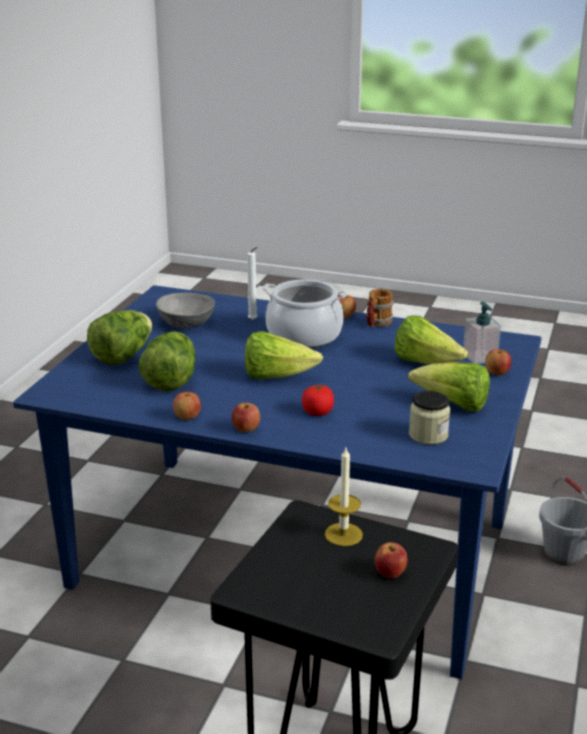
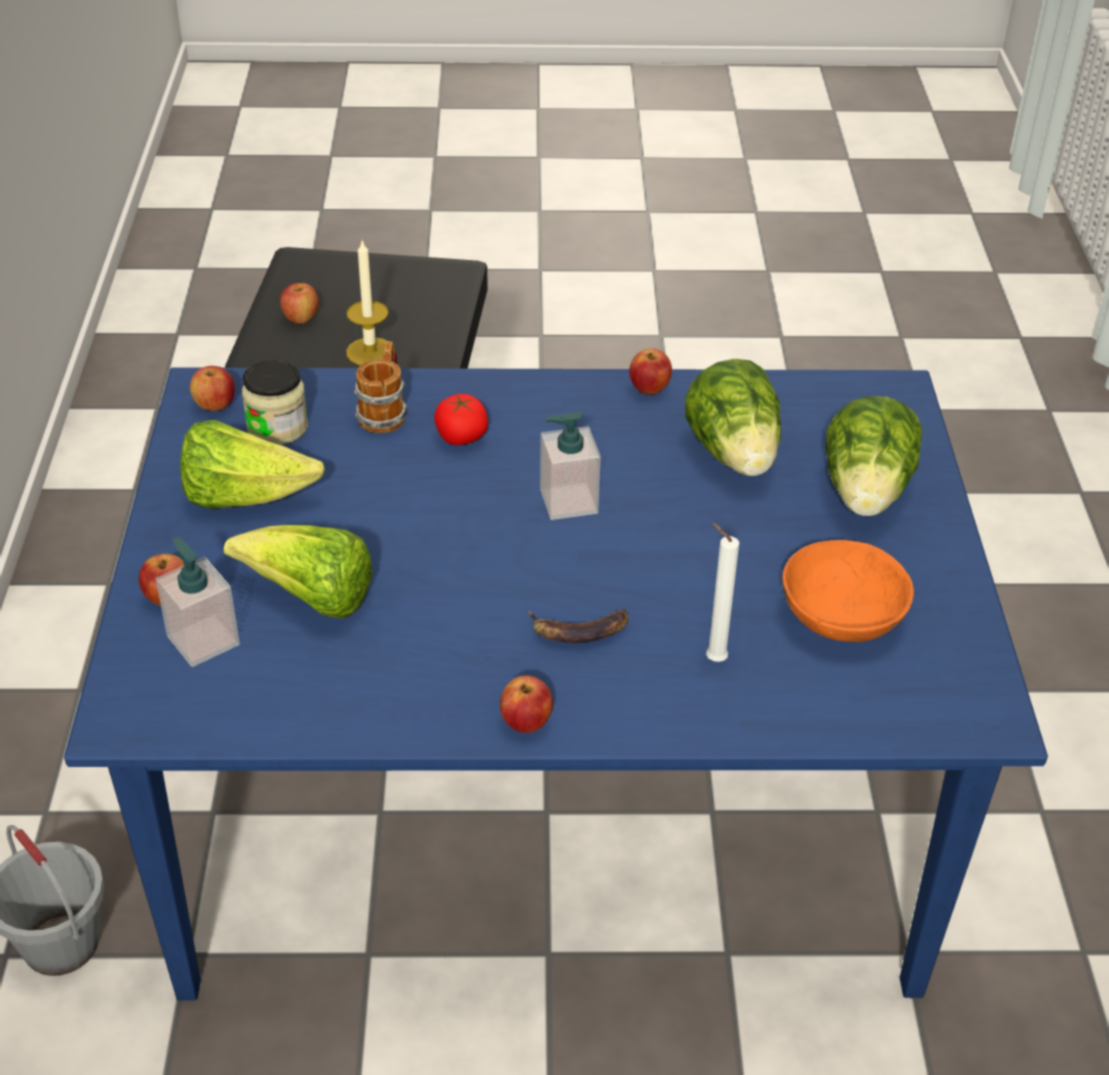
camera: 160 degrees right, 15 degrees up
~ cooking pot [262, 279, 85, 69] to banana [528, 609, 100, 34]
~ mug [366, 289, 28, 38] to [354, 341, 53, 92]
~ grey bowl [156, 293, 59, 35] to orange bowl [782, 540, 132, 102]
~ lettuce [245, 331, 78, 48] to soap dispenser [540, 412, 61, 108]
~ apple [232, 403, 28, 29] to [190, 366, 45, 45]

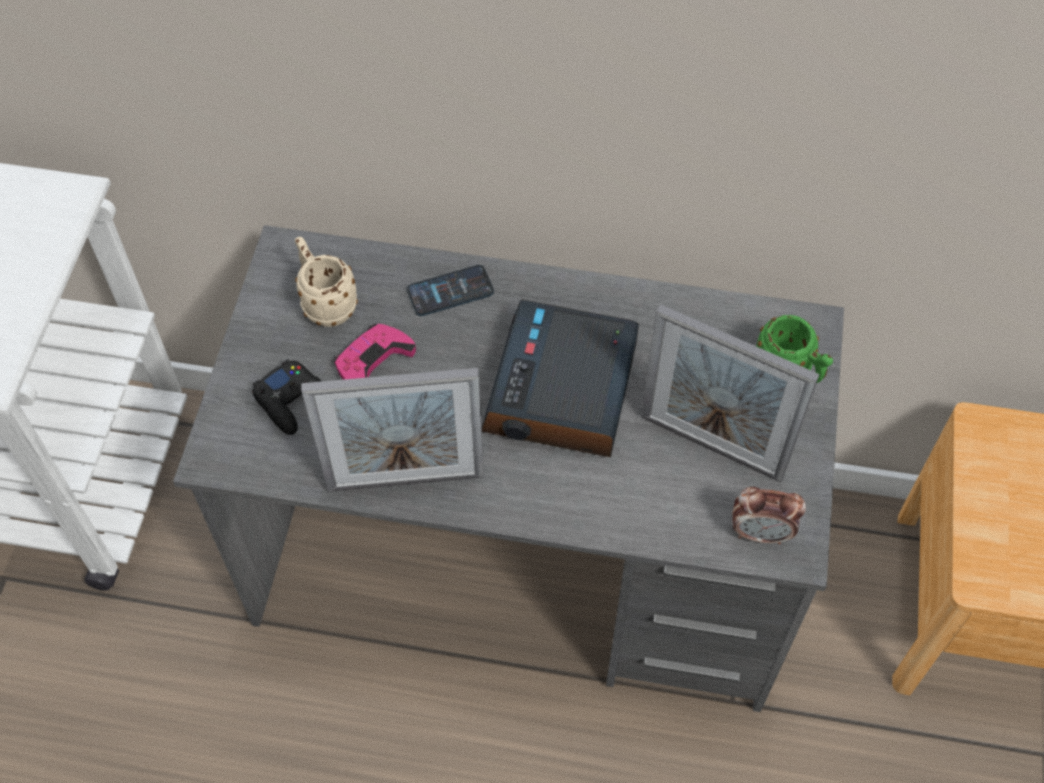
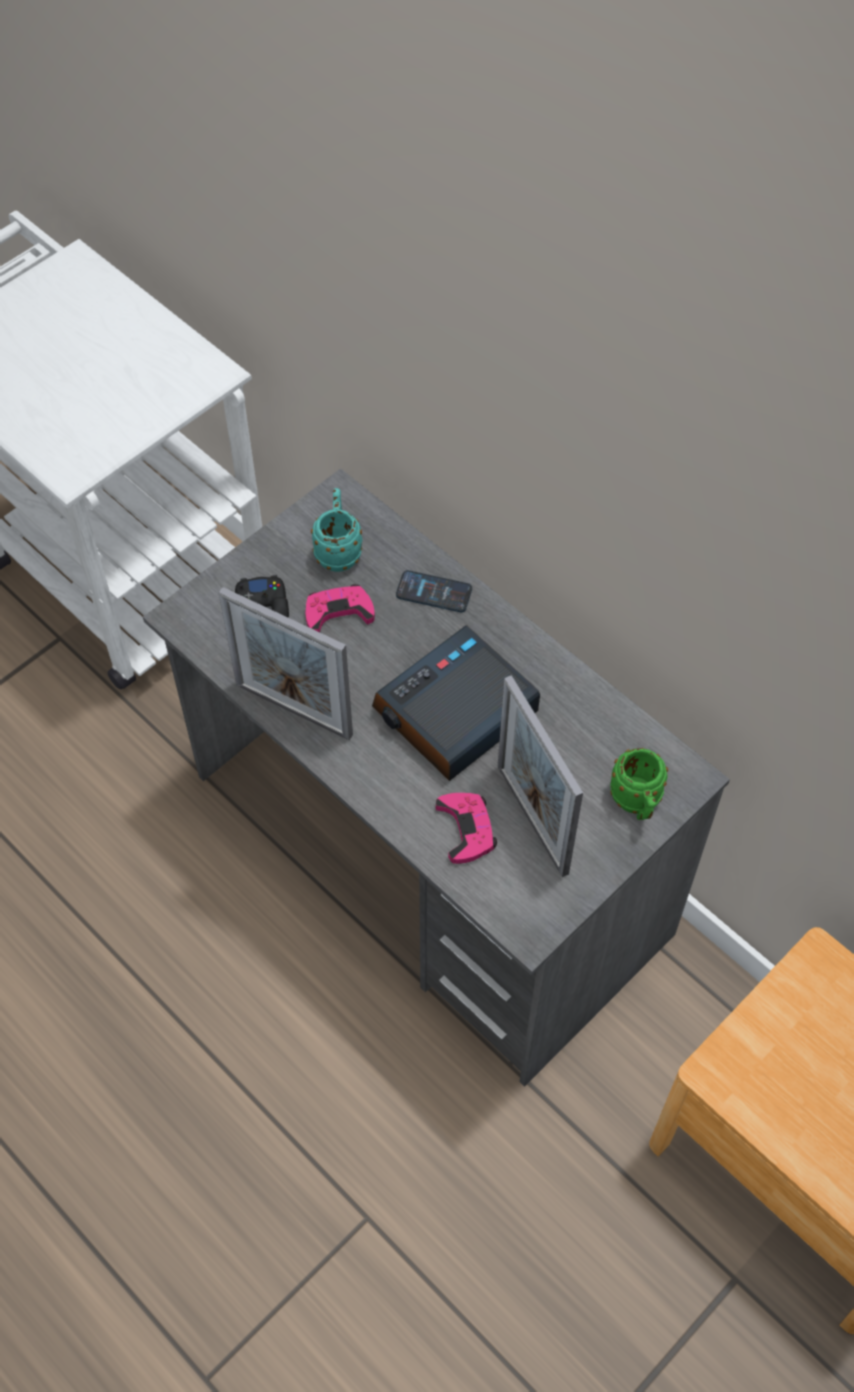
camera: 35 degrees right, 0 degrees up
~ beige mug [295, 237, 63, 90] to turquoise mug [311, 488, 52, 84]
- alarm clock [732, 487, 74, 57]
+ pink game controller [436, 793, 61, 71]

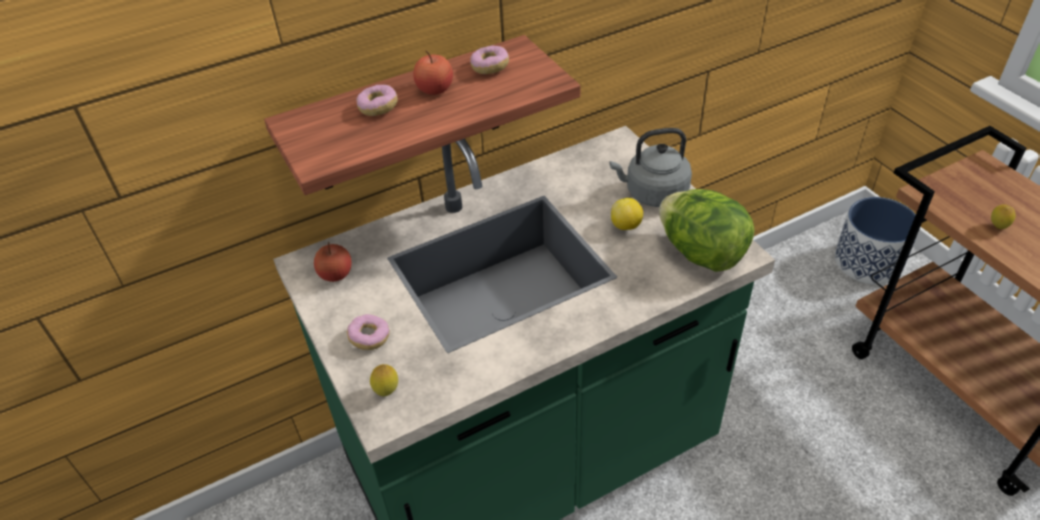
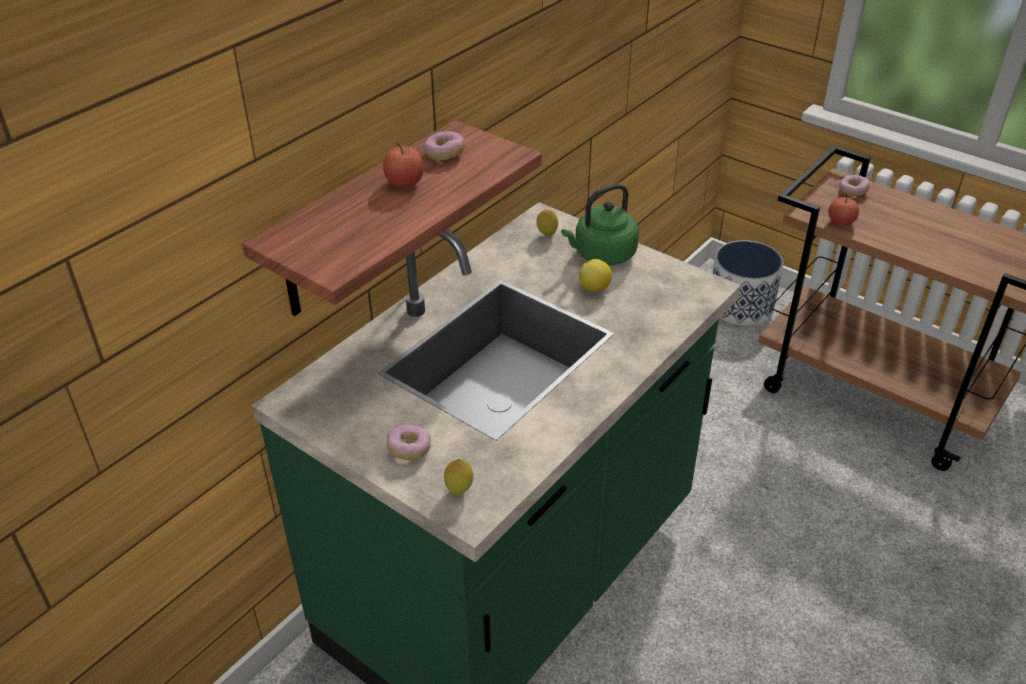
camera: 25 degrees left, 5 degrees down
~ donut [357, 85, 41, 31] to [839, 175, 31, 21]
~ grey kettle [609, 128, 83, 79] to green kettle [561, 184, 78, 82]
- lettuce [659, 189, 96, 83]
~ lemon [991, 204, 25, 25] to [536, 210, 22, 26]
~ apple [314, 242, 38, 40] to [828, 193, 31, 33]

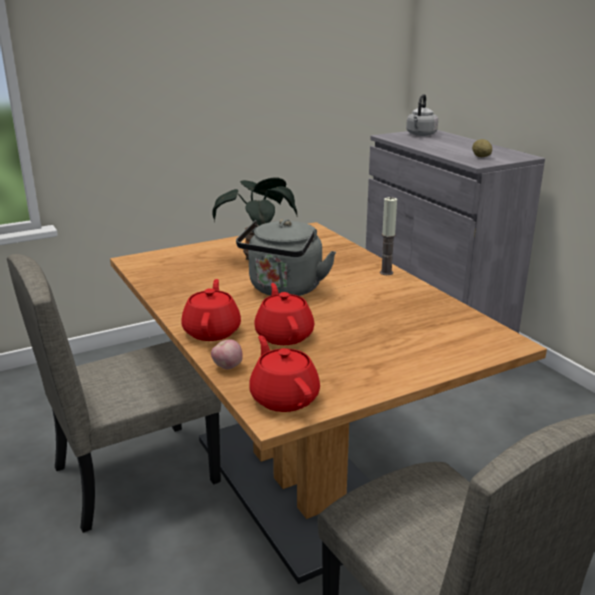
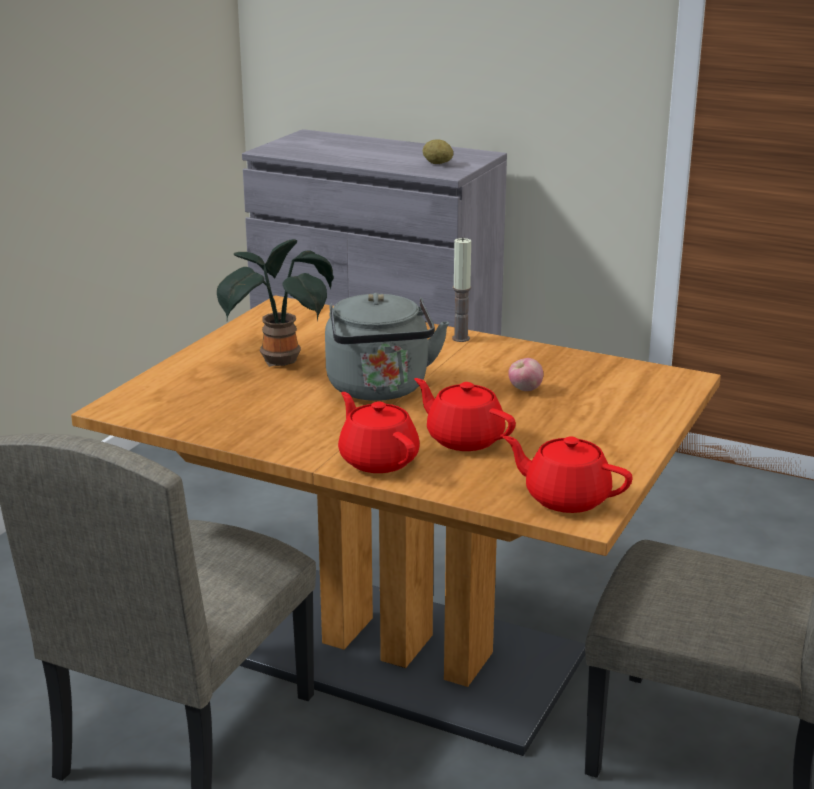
camera: 35 degrees left, 0 degrees up
- grey kettle [406, 94, 32, 42]
~ apple [211, 339, 32, 30] to [508, 358, 35, 33]

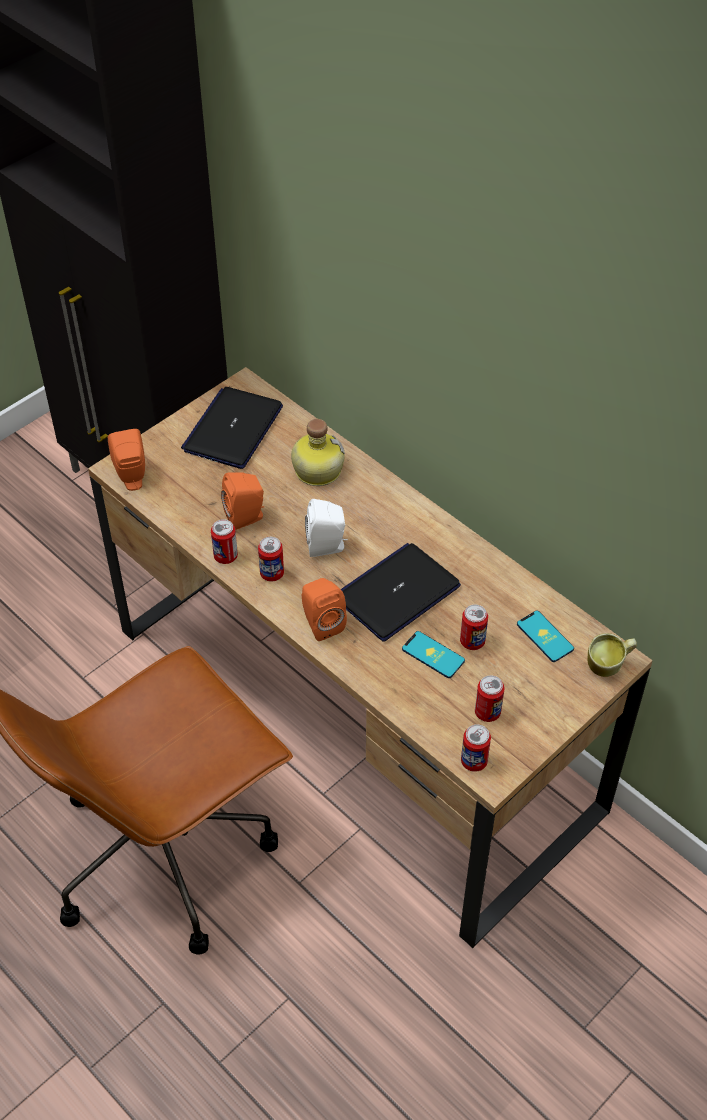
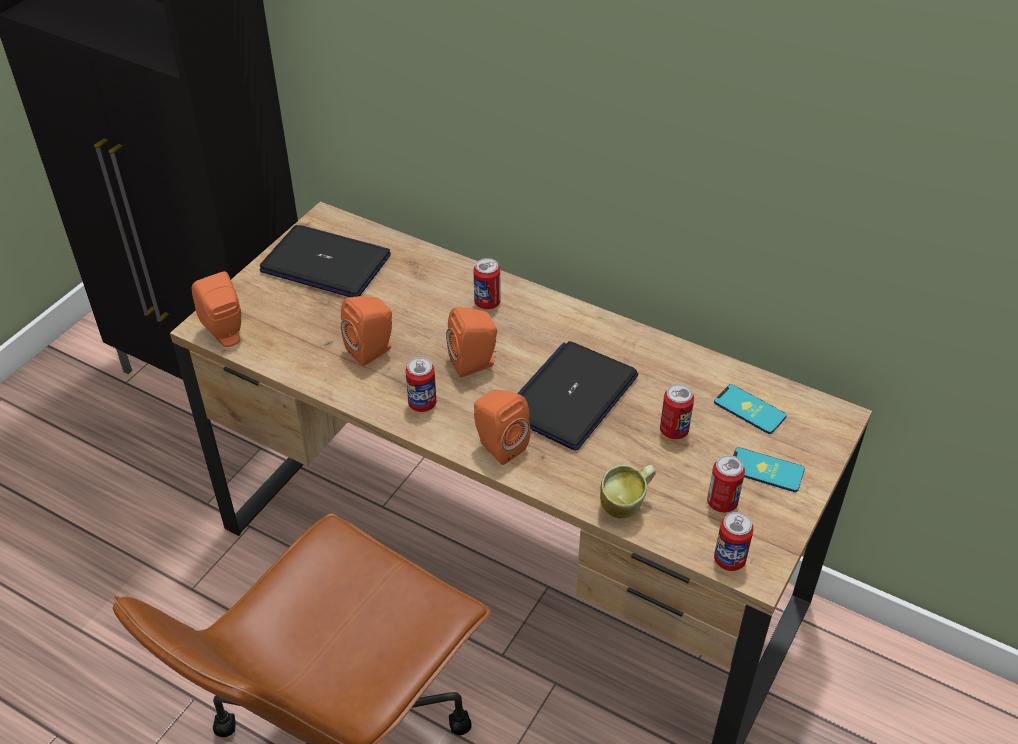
camera: 15 degrees left, 5 degrees down
~ laptop [181, 387, 102, 82] = [259, 225, 132, 72] 105 degrees clockwise
- bottle [291, 419, 54, 67]
~ white speaker [305, 499, 43, 58] to orange speaker [446, 307, 51, 70]
~ can [211, 519, 27, 45] to [474, 258, 27, 51]
~ phone [402, 631, 63, 47] to [733, 447, 72, 45]
~ mug [587, 633, 50, 44] to [600, 464, 56, 54]

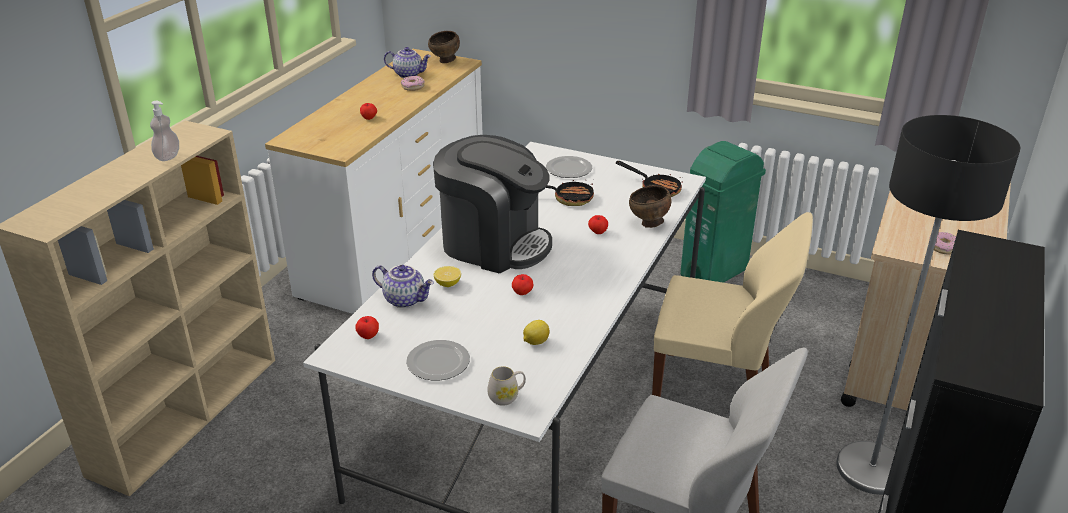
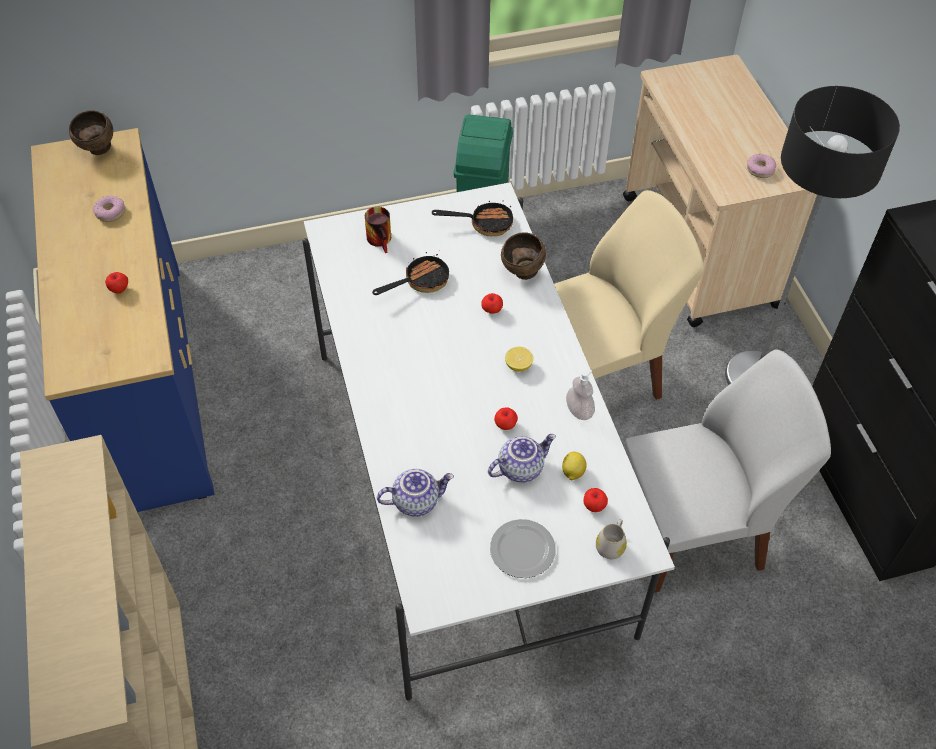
camera: 40 degrees left, 20 degrees up
~ teapot [384, 47, 47, 31] to [488, 434, 68, 49]
~ white dresser [265, 49, 218, 265] to blue dresser [31, 128, 183, 384]
~ soap dispenser [150, 101, 29, 60] to [566, 370, 29, 50]
- coffee machine [433, 135, 119, 139]
~ plate [546, 156, 46, 22] to mug [365, 207, 26, 46]
~ lemon [434, 266, 27, 21] to [505, 347, 29, 25]
~ apple [356, 316, 23, 23] to [583, 488, 25, 24]

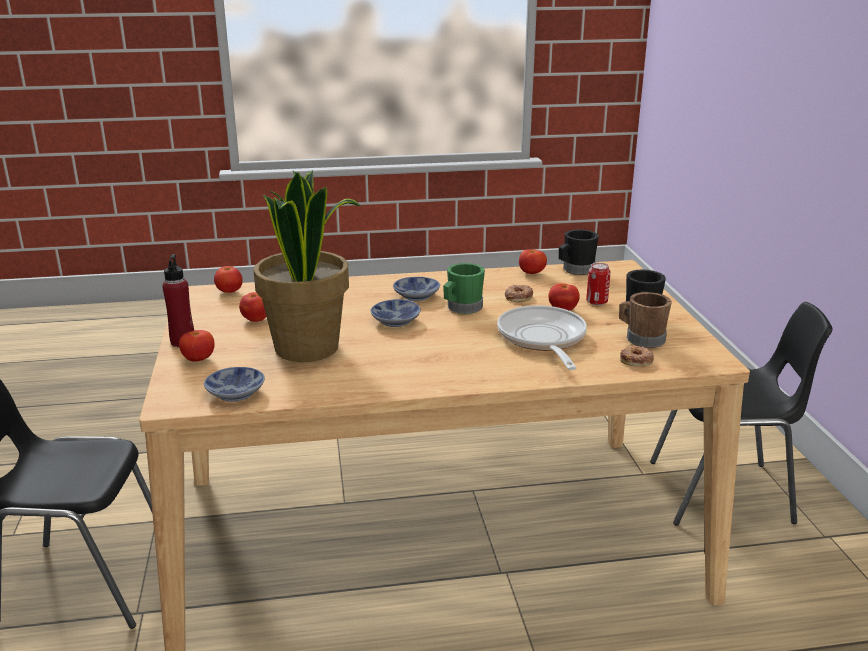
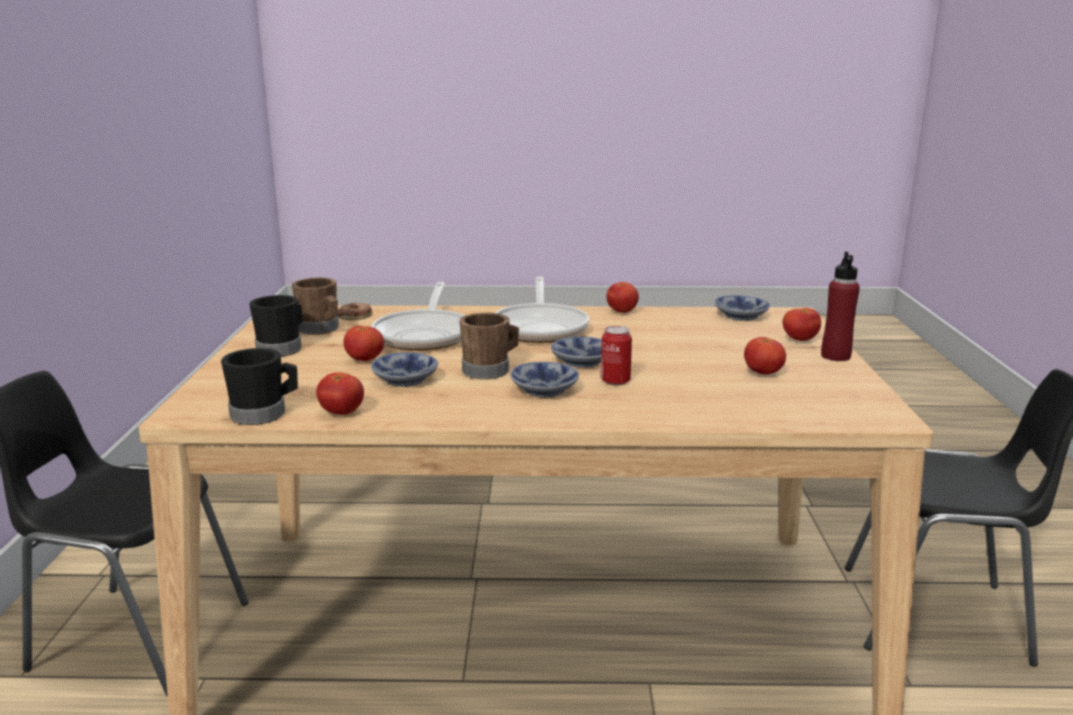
camera: 170 degrees left, 5 degrees down
- potted plant [254, 170, 106, 192]
~ green mug [443, 263, 42, 51] to brown mug [459, 313, 60, 66]
~ can [586, 263, 24, 42] to [600, 326, 32, 59]
~ tomato [214, 266, 29, 27] to [606, 282, 33, 31]
~ donut [505, 285, 28, 17] to bowl [371, 352, 67, 35]
+ frying pan [495, 277, 94, 66]

